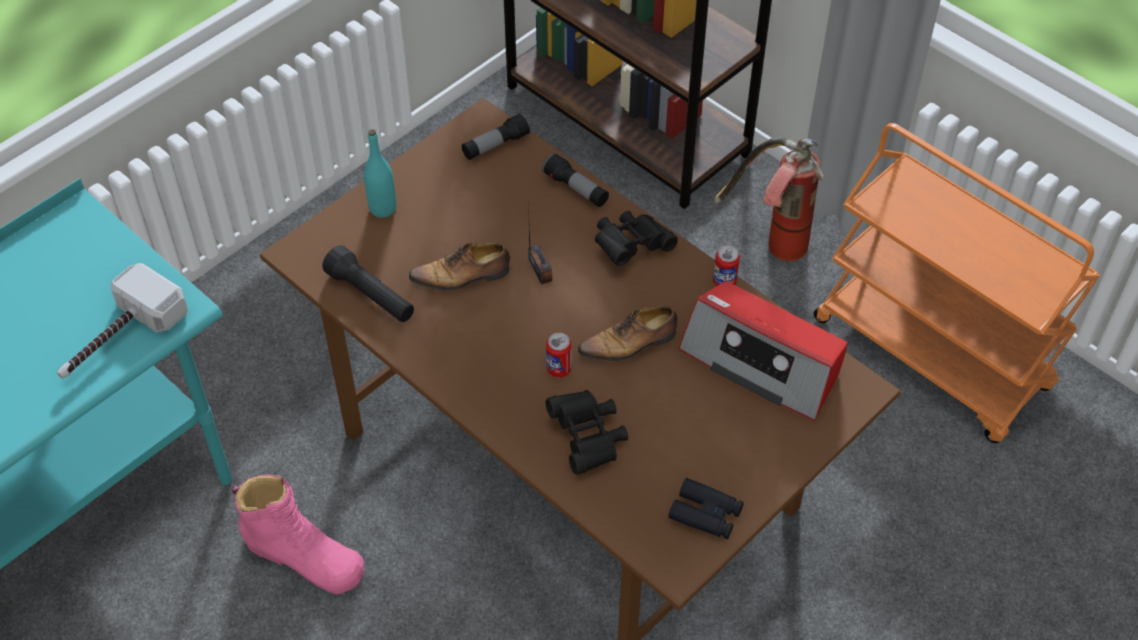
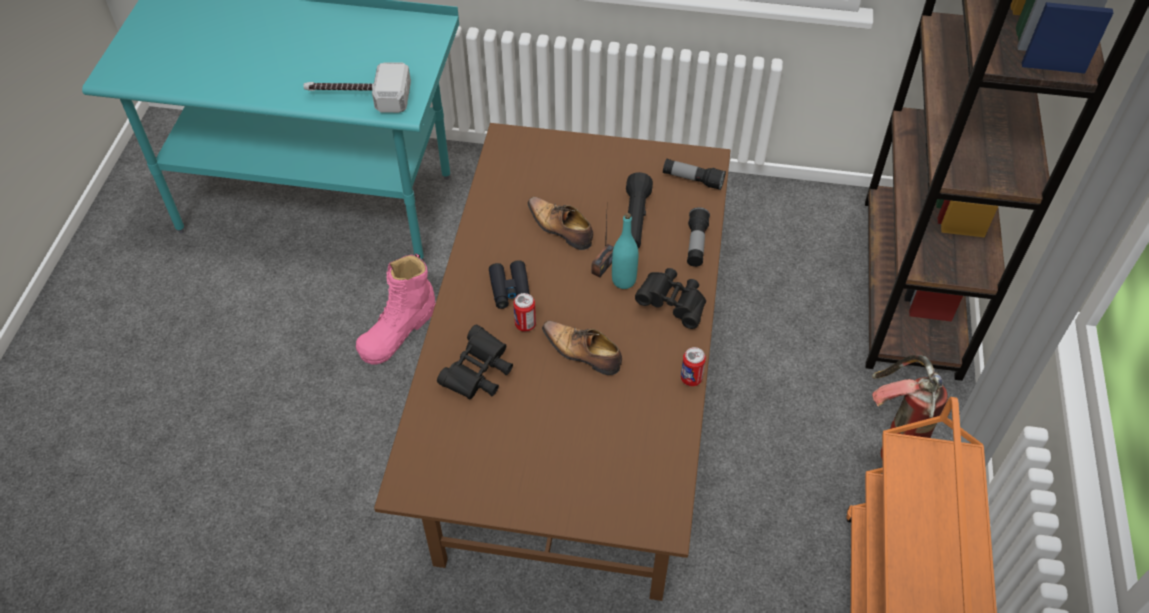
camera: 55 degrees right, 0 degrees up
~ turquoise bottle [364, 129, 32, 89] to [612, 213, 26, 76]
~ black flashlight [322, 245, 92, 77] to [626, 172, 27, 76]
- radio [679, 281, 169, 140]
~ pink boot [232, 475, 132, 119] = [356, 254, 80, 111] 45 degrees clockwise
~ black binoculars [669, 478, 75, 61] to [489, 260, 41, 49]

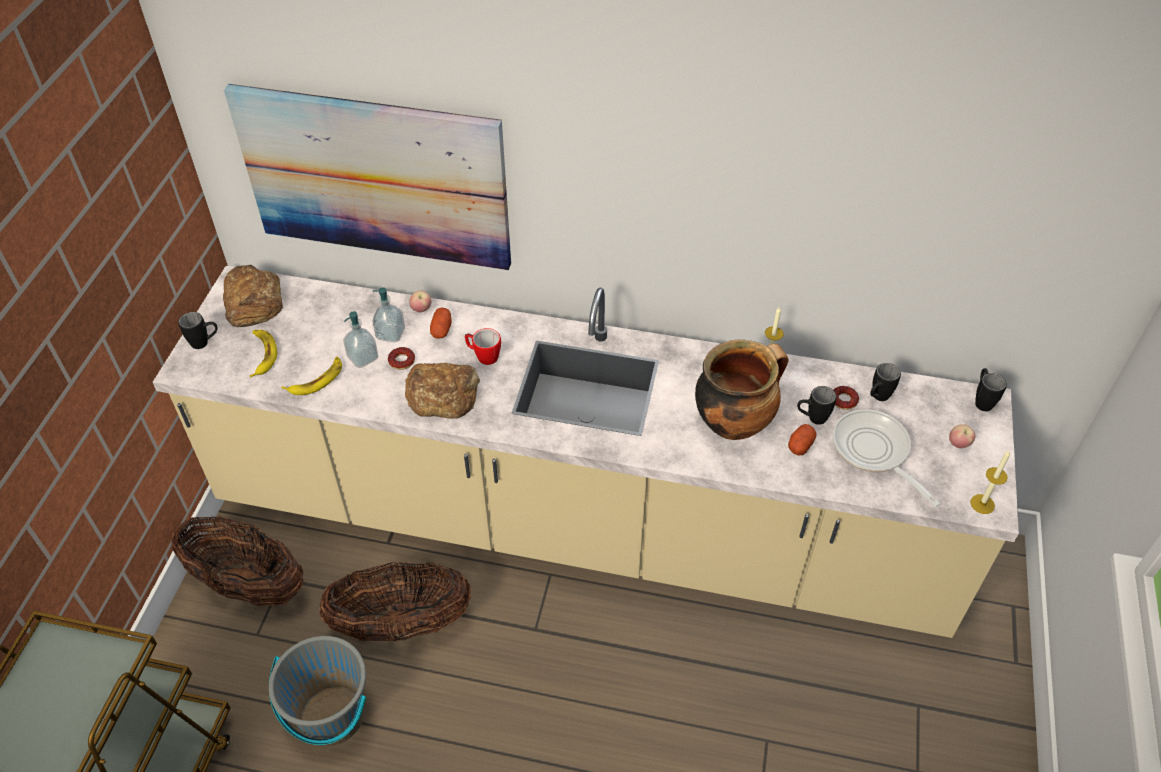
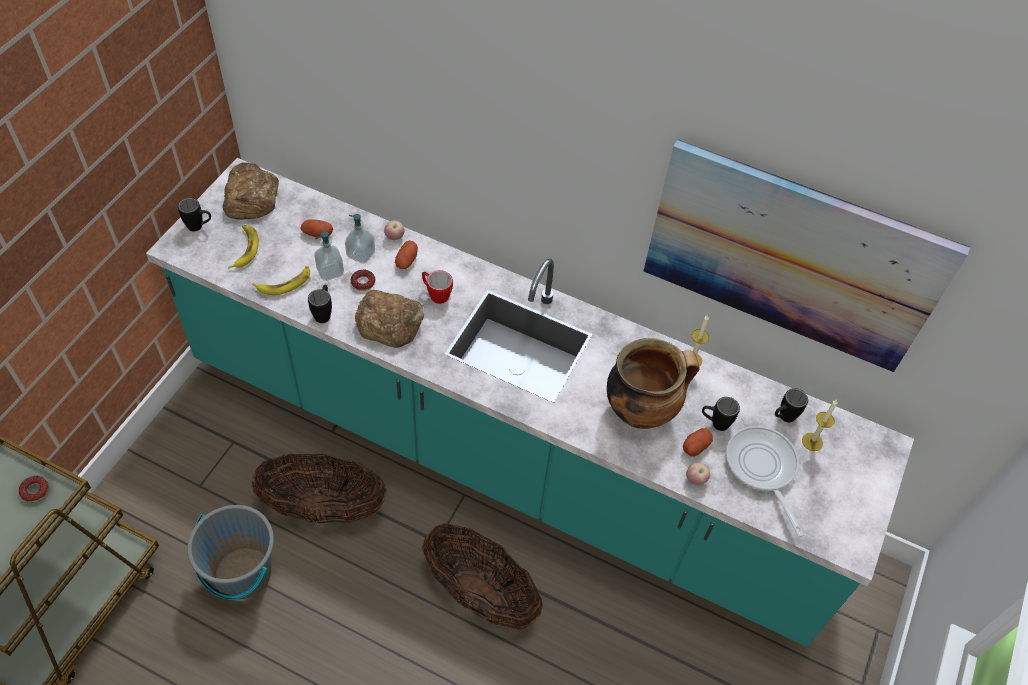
camera: 10 degrees right, 5 degrees up
~ picture [224, 84, 287, 186] to [643, 139, 327, 233]
~ beige counter [153, 266, 866, 372] to turquoise counter [146, 158, 768, 489]
~ black mug [975, 368, 32, 43] to [308, 284, 24, 39]
~ donut [834, 386, 25, 24] to [19, 476, 30, 26]
~ apple [949, 424, 26, 24] to [686, 462, 24, 23]
~ candle [970, 451, 40, 63] to [802, 400, 35, 51]
~ basket [171, 517, 132, 89] to [422, 523, 121, 107]
+ potato [300, 219, 33, 19]

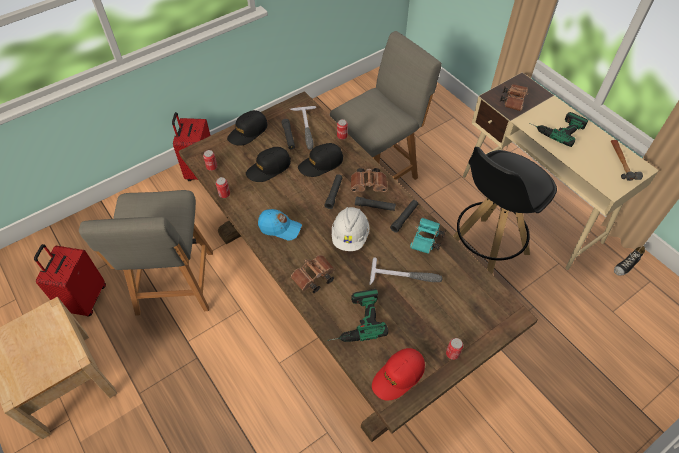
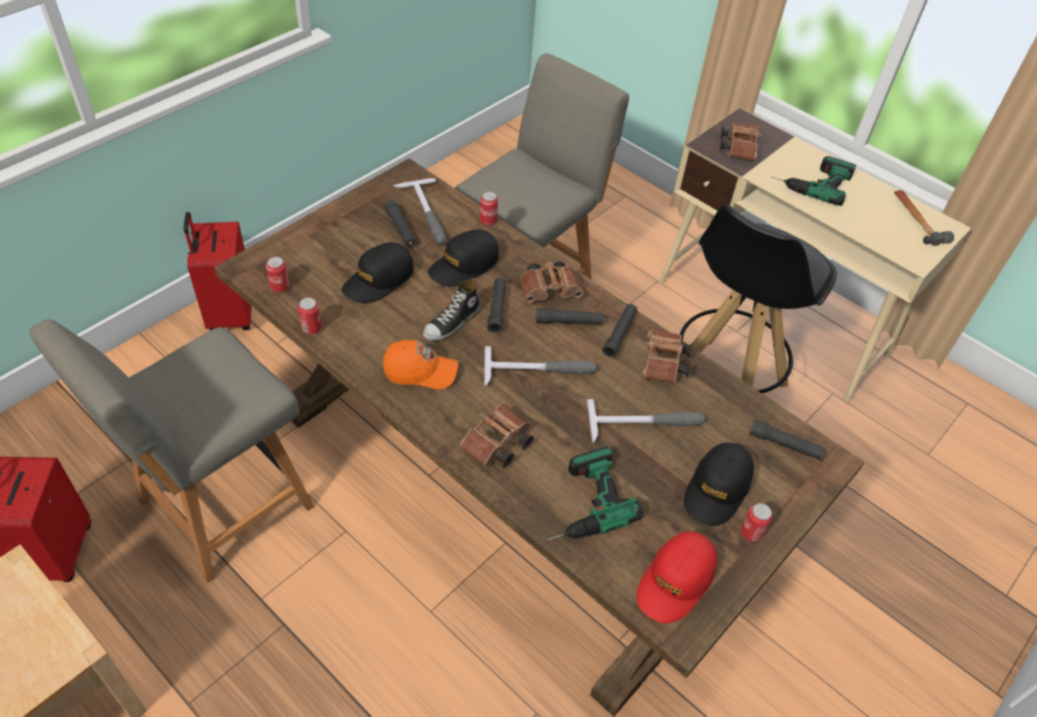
camera: 15 degrees left, 5 degrees down
~ black cap [227, 110, 40, 35] to [684, 443, 70, 83]
~ grey chair [79, 190, 134, 126] = [29, 320, 285, 263] 60 degrees clockwise
~ white hard hat [332, 207, 37, 44] to hammer [484, 346, 113, 40]
~ blue cap [258, 209, 44, 31] to orange cap [383, 340, 75, 50]
~ turquoise binoculars [410, 218, 36, 36] to brown binoculars [642, 329, 50, 54]
~ shoe [614, 246, 31, 30] to [423, 278, 57, 63]
+ black flashlight [749, 419, 76, 41]

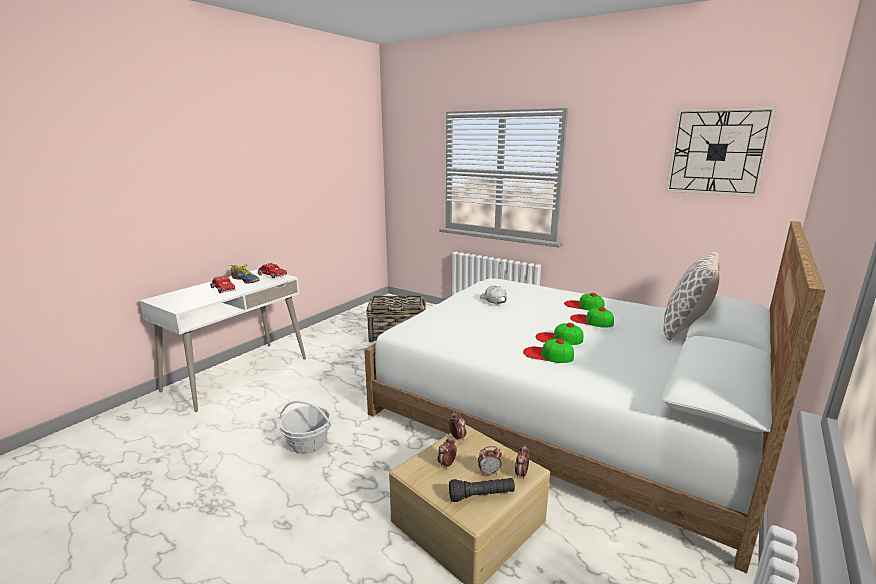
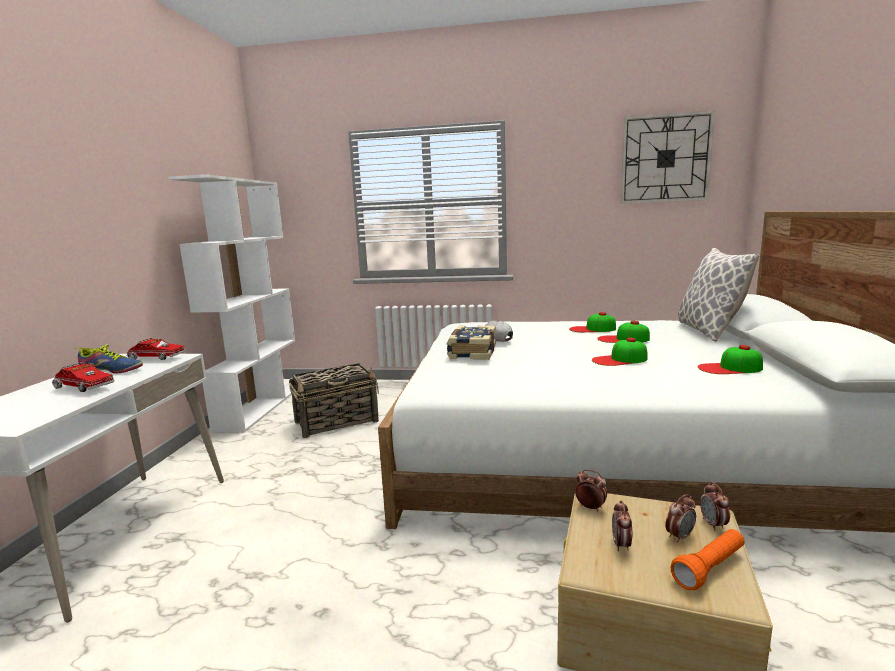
camera: 25 degrees left, 5 degrees down
~ cap [523, 339, 51, 24] to [697, 345, 66, 29]
- basket [279, 401, 53, 53]
~ black flashlight [449, 478, 66, 24] to orange flashlight [671, 529, 74, 61]
+ white bookcase [168, 174, 127, 259]
+ book [447, 326, 49, 34]

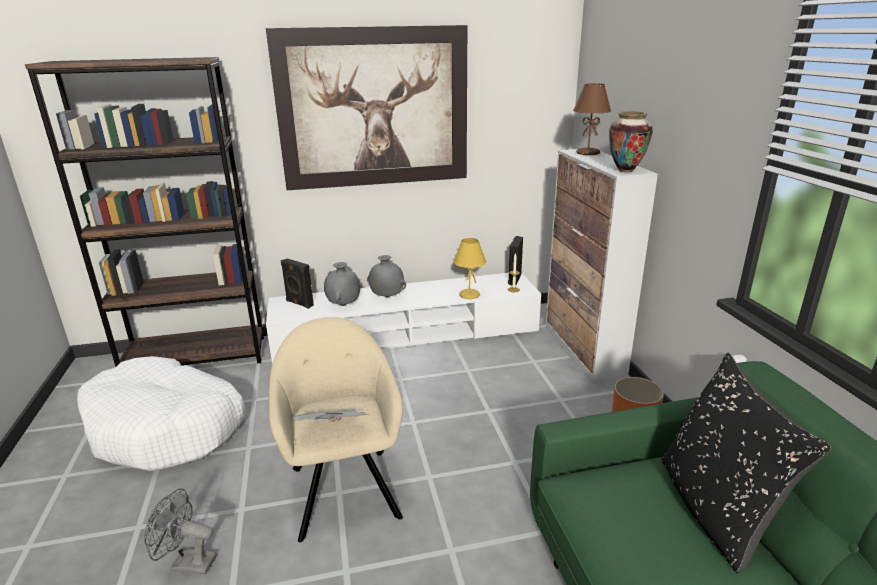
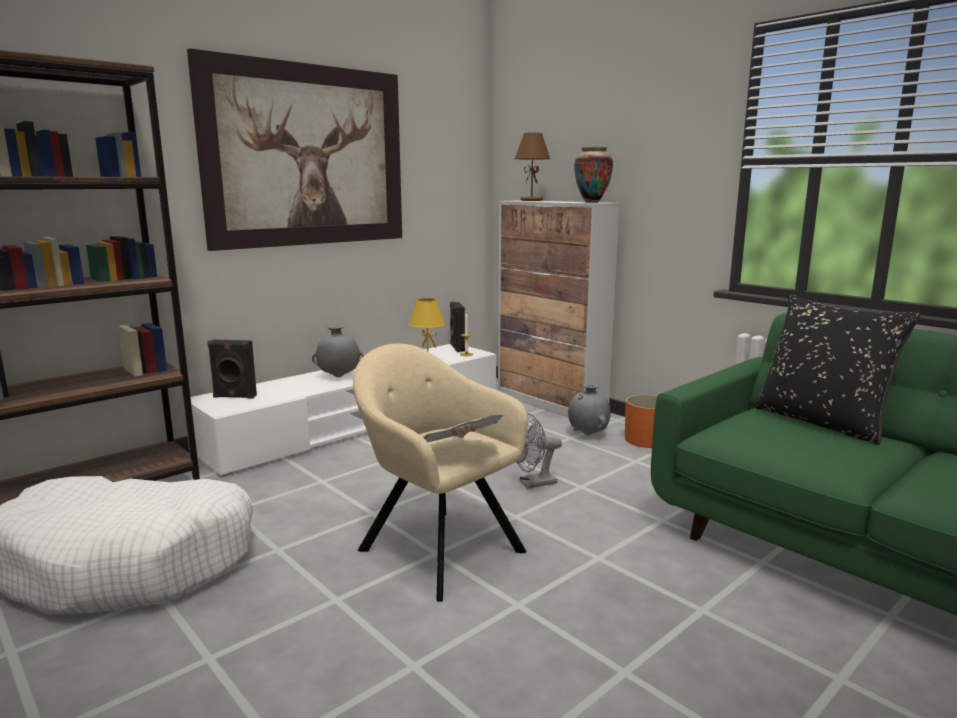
camera: 30 degrees left, 10 degrees down
~ grey vase [324, 262, 36, 44] to [568, 383, 43, 52]
~ grey fan [144, 489, 73, 85] to [516, 414, 46, 75]

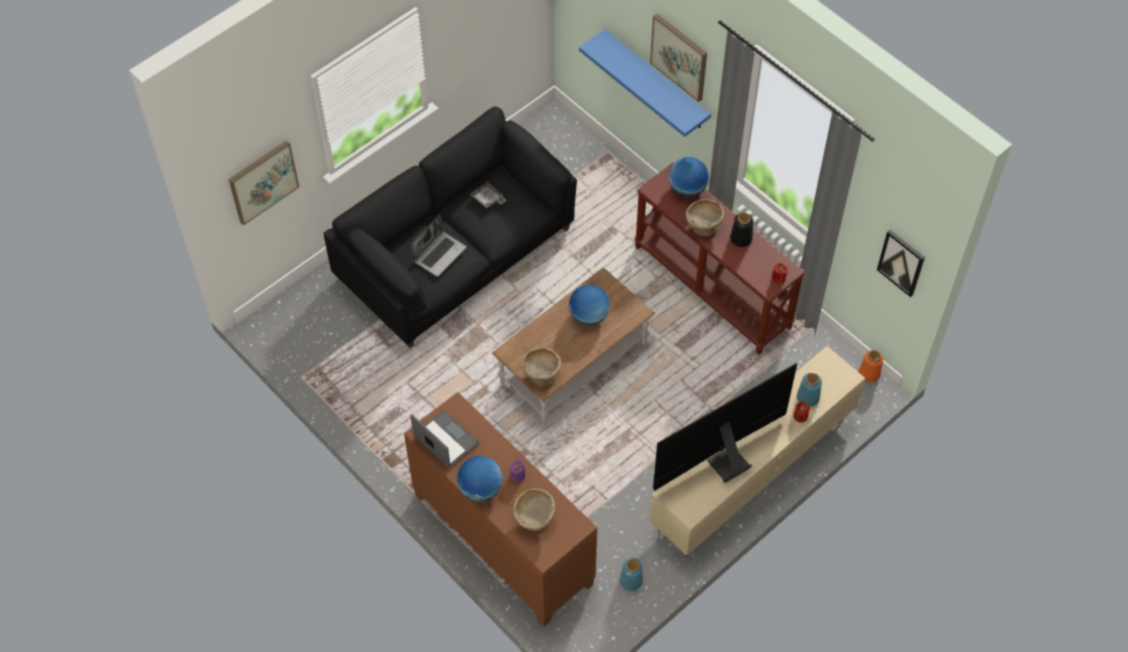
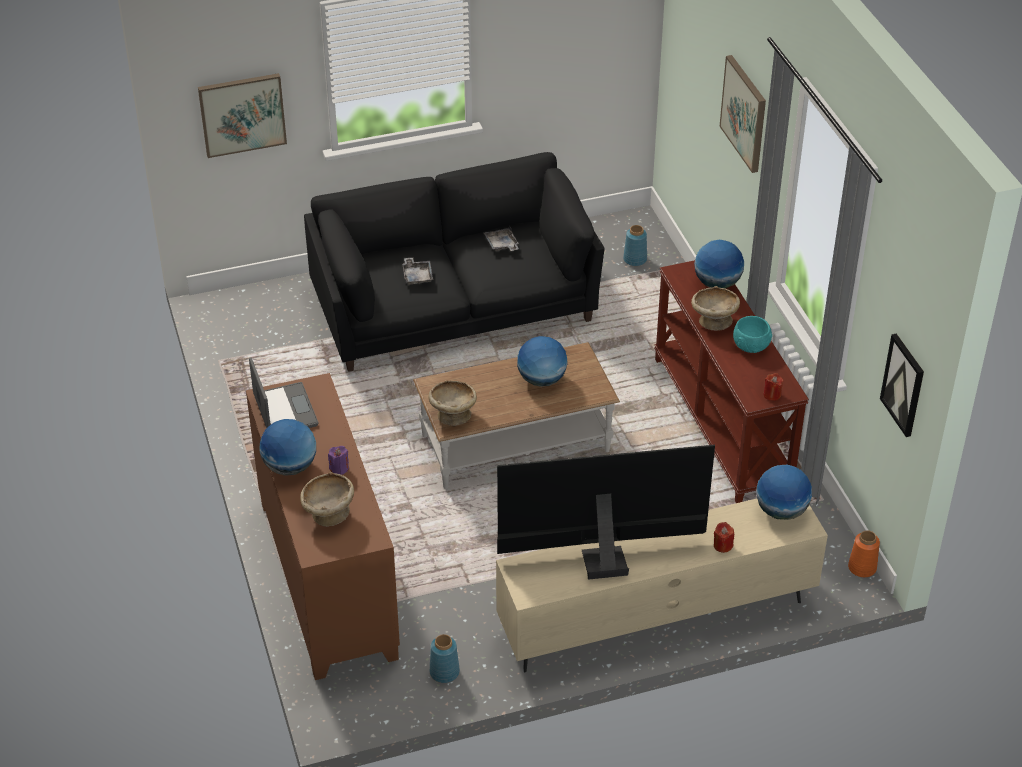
camera: 25 degrees right, 15 degrees down
- blue shelf [579, 29, 132, 108]
~ black vase [730, 212, 23, 35] to turquoise bowl [733, 316, 39, 37]
~ laptop [411, 214, 55, 63] to grey tray [402, 258, 31, 27]
~ blue vase [797, 373, 25, 34] to [623, 225, 24, 41]
+ globe [756, 465, 56, 55]

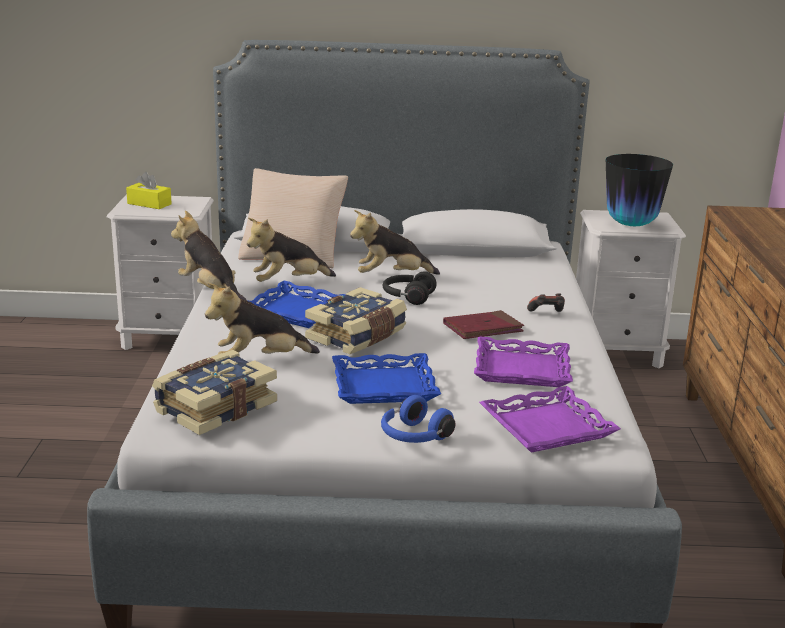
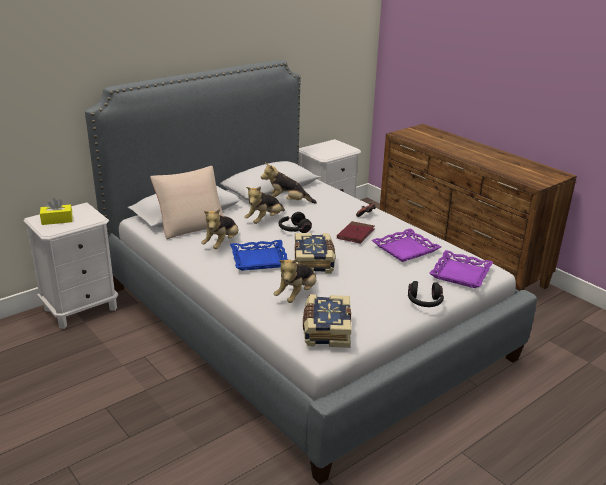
camera: 40 degrees left, 5 degrees up
- vase [606, 154, 67, 72]
~ plush toy [171, 211, 76, 90] to [261, 163, 56, 41]
- blue tray [332, 353, 109, 51]
~ blue headphones [381, 395, 74, 48] to black headphones [408, 281, 36, 26]

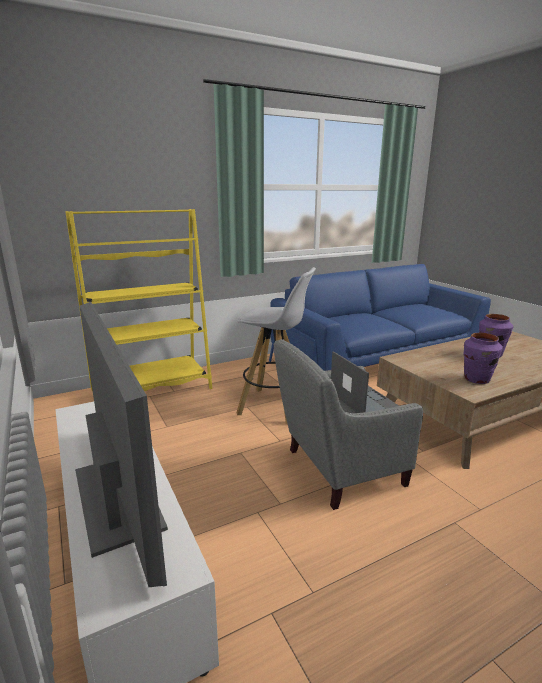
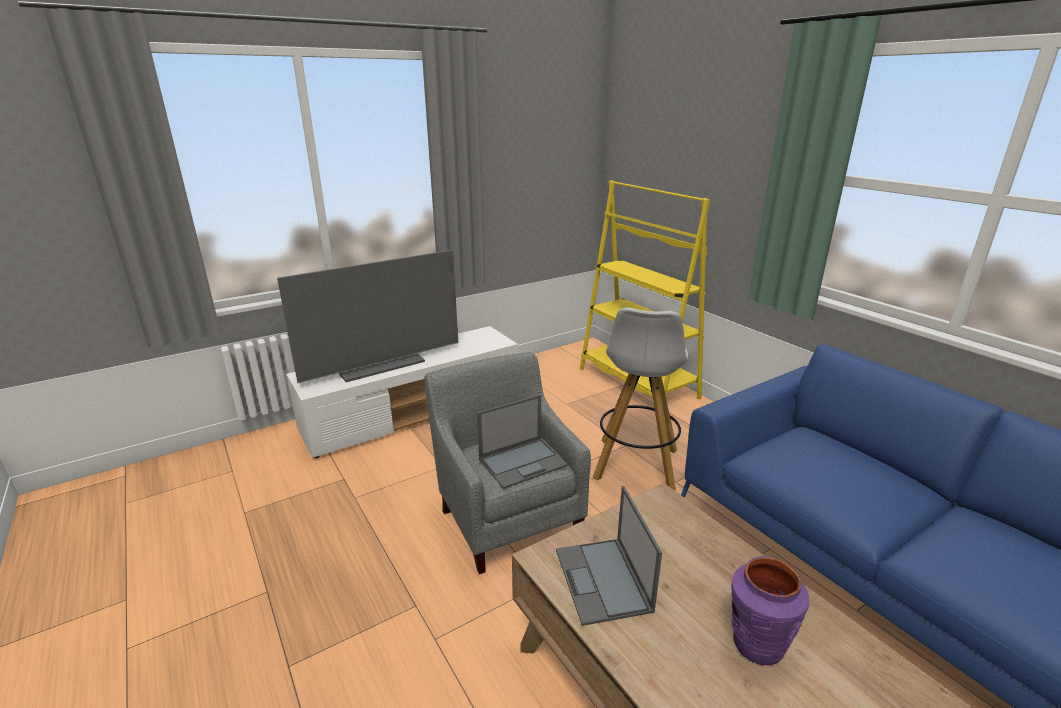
camera: 85 degrees right, 5 degrees up
~ purple vase [463, 333, 40, 51] to laptop [556, 486, 106, 140]

